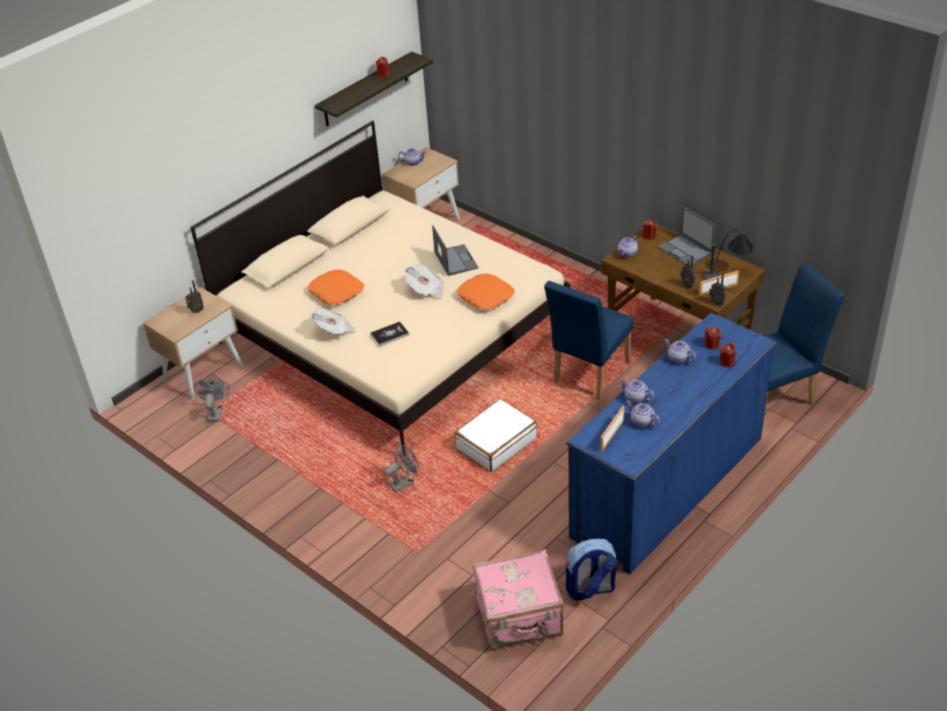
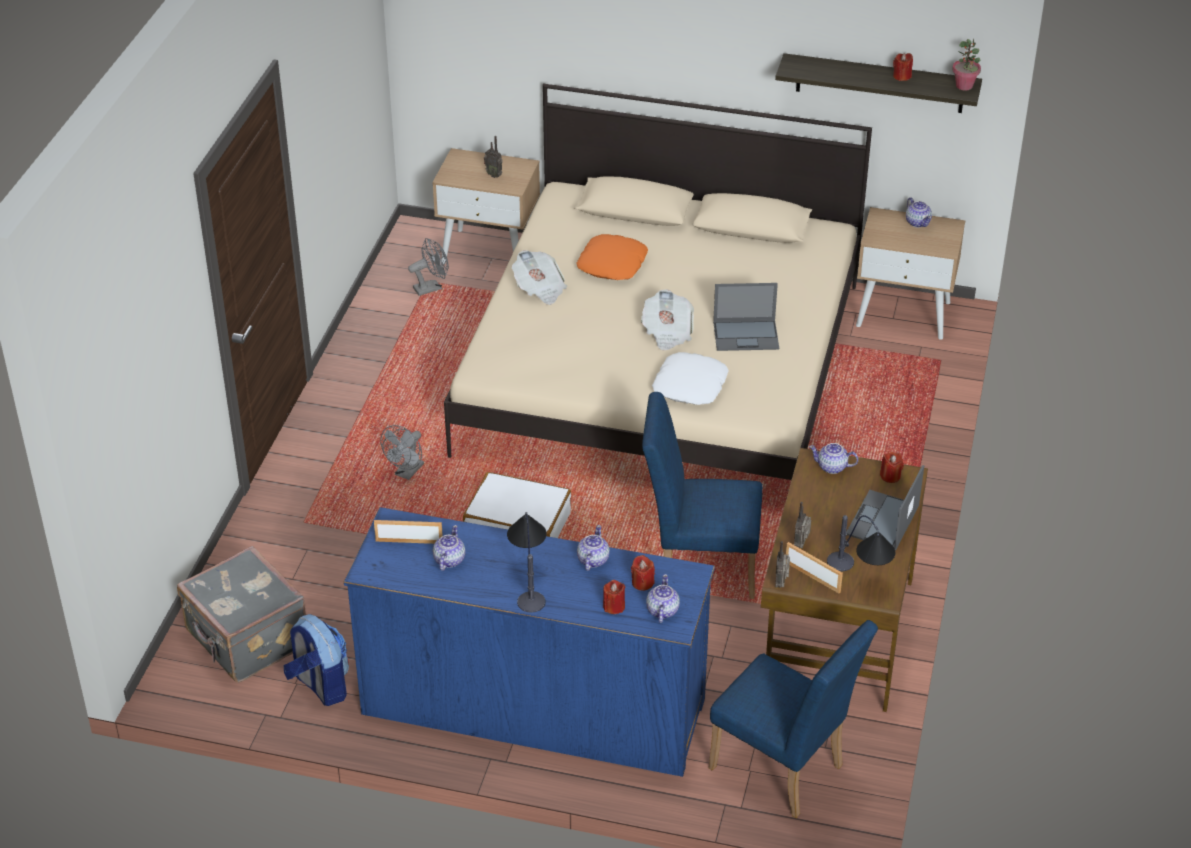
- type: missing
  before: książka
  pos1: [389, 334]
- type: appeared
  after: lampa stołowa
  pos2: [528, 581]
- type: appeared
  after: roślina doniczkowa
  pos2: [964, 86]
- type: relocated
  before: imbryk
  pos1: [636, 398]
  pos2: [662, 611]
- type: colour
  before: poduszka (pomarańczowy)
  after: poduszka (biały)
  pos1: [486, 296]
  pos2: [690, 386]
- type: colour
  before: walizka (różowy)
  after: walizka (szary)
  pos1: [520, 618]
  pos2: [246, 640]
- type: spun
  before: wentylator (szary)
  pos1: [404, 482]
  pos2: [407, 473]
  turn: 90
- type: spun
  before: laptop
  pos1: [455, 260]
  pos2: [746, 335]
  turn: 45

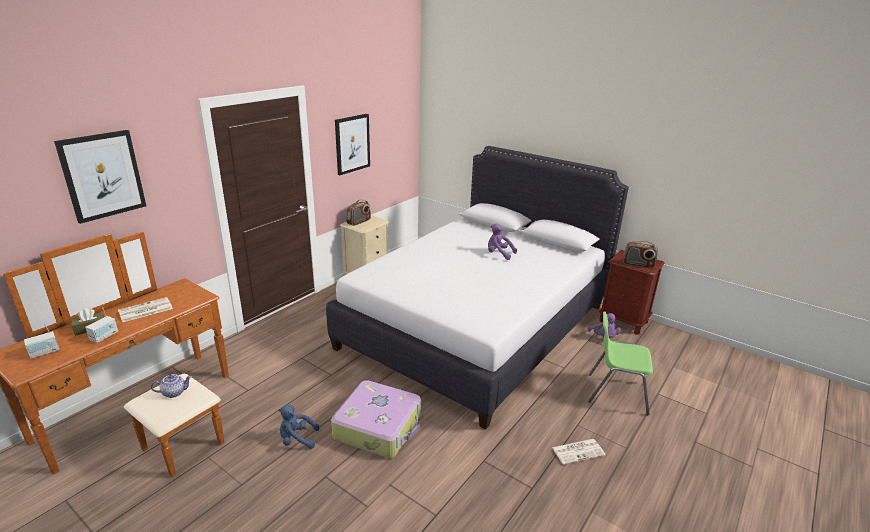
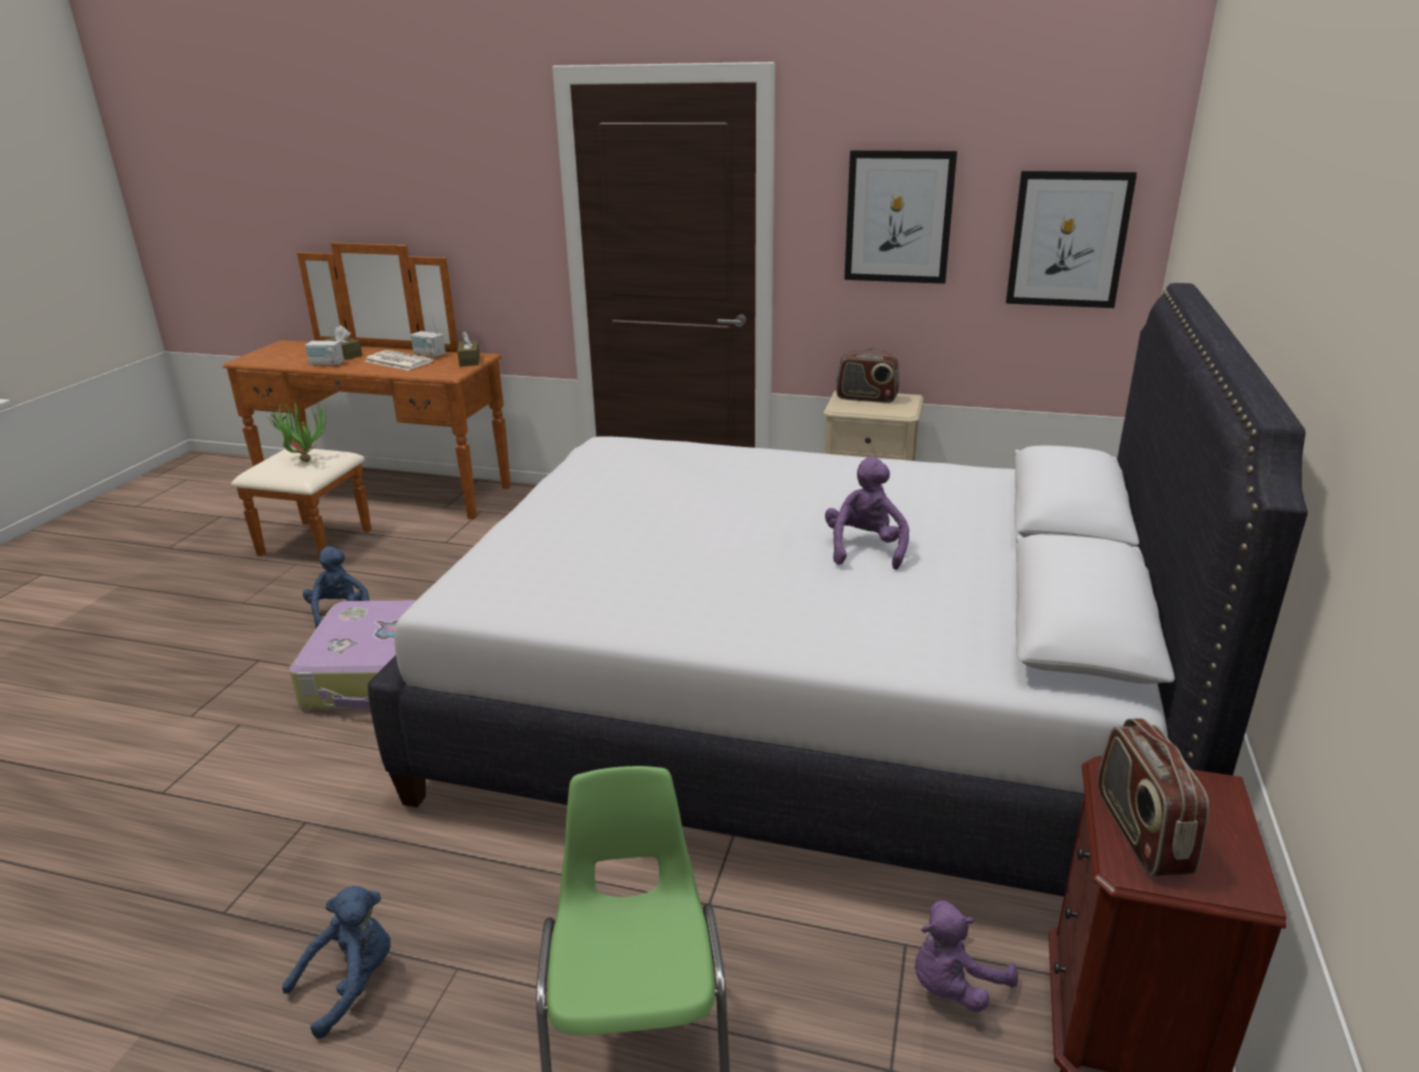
- type: appeared
  after: pudełko chusteczek (brązowy)
  pos2: [469, 361]
- type: relocated
  before: radio
  pos1: [44, 352]
  pos2: [429, 355]
- type: relocated
  before: obraz
  pos1: [102, 175]
  pos2: [1068, 239]
- type: exchanged
  before: imbryk
  after: roślina doniczkowa
  pos1: [174, 392]
  pos2: [305, 459]
- type: exchanged
  before: gazeta
  after: pluszak (niebieski)
  pos1: [578, 451]
  pos2: [351, 983]

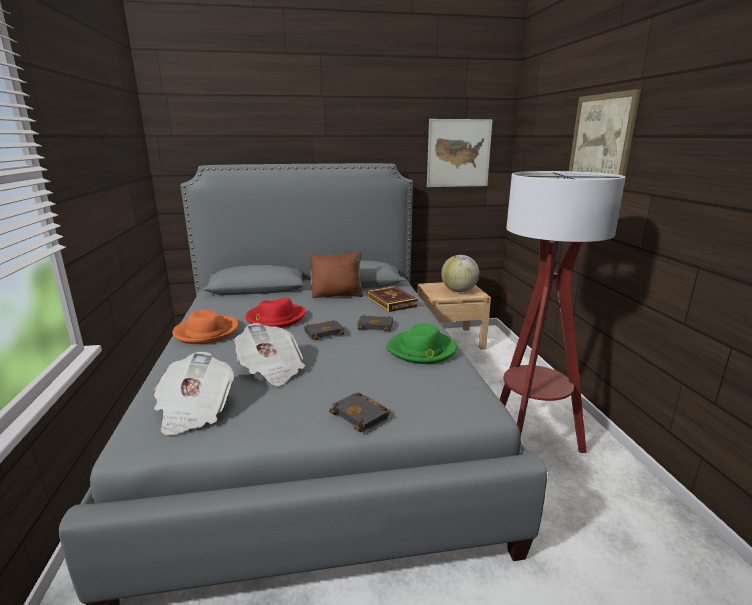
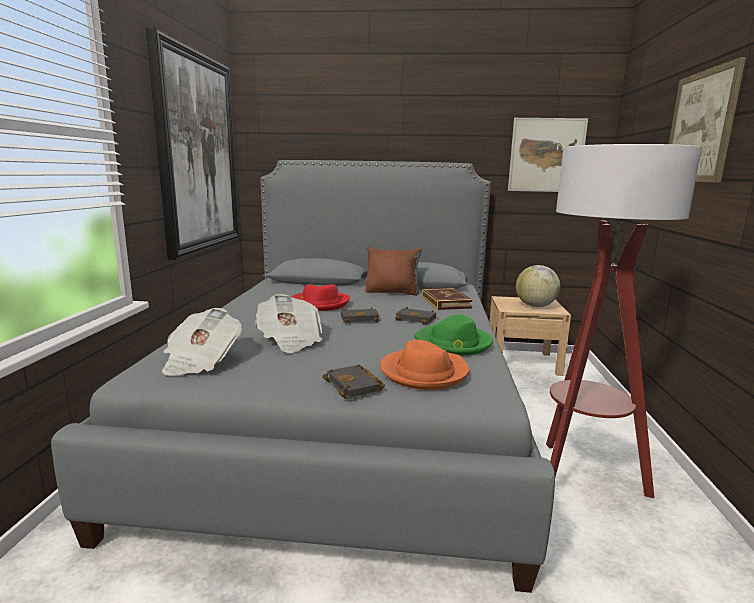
- type: appeared
  after: obraz
  pos2: [197, 153]
- type: relocated
  before: kapelusz (pomarańczowy)
  pos1: [207, 332]
  pos2: [424, 372]

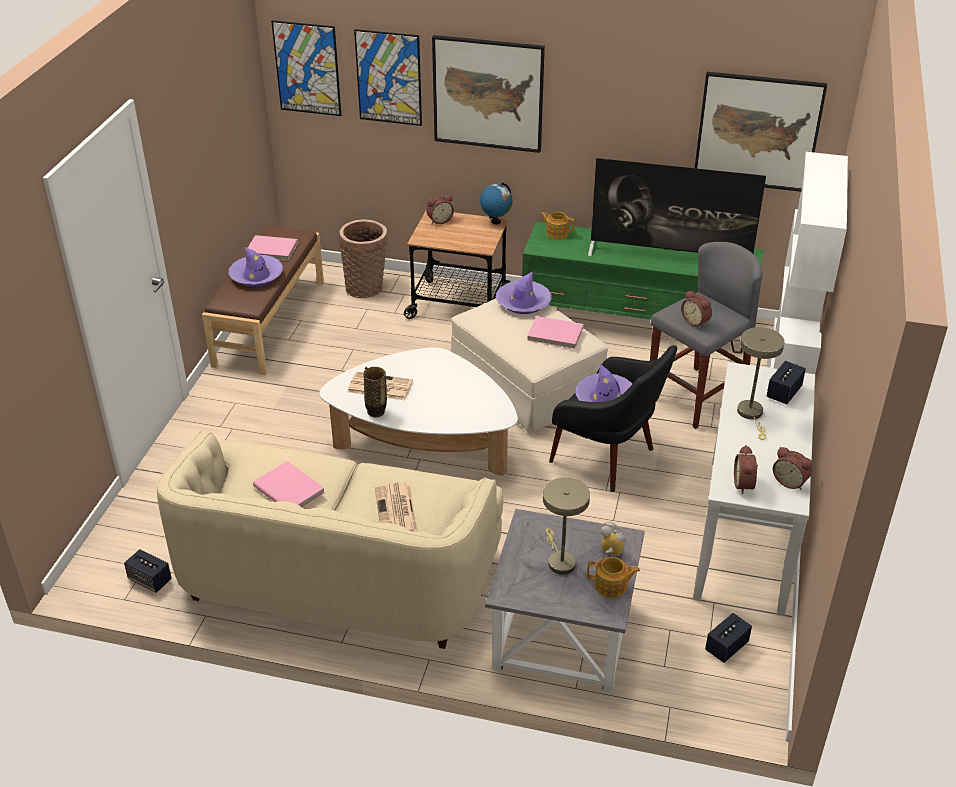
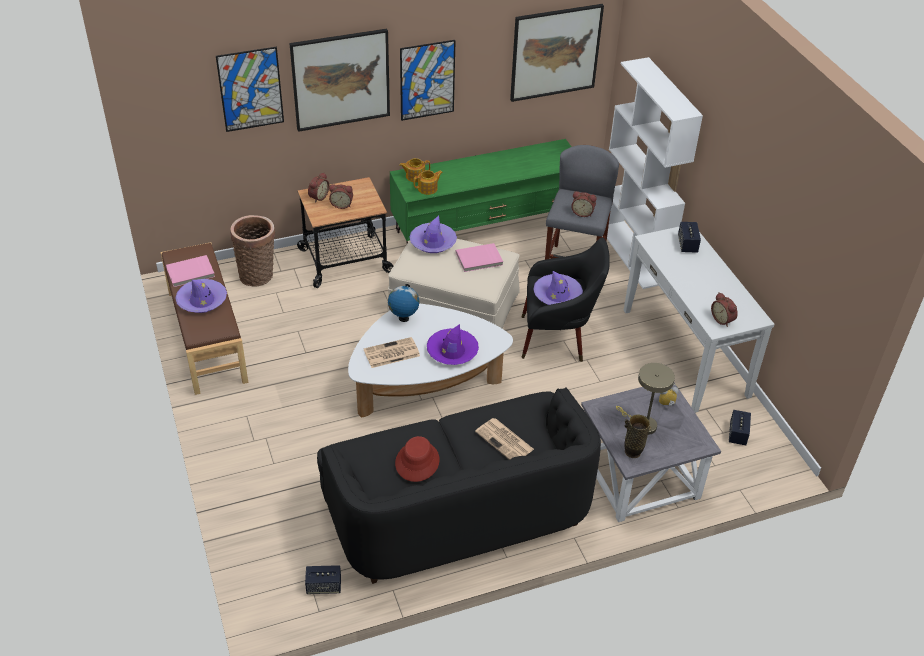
- type: missing
  before: telewizor
  pos1: [670, 256]
- type: missing
  before: lampa stołowa (beżowy)
  pos1: [751, 414]
- type: appeared
  after: kapelusz (fioletowy)
  pos2: [452, 351]
- type: relocated
  before: obraz
  pos1: [307, 68]
  pos2: [427, 80]
- type: relocated
  before: wazon
  pos1: [376, 412]
  pos2: [632, 452]
- type: relocated
  before: globus
  pos1: [495, 221]
  pos2: [403, 318]
- type: relocated
  before: imbryk
  pos1: [611, 586]
  pos2: [428, 189]
- type: relocated
  before: budzik
  pos1: [790, 481]
  pos2: [342, 204]
- type: exchanged
  before: książka (różowy)
  after: kapelusz (czerwony)
  pos1: [290, 489]
  pos2: [417, 462]
- type: colour
  before: kanapa (beżowy)
  after: kanapa (czarny)
  pos1: [338, 575]
  pos2: [458, 511]

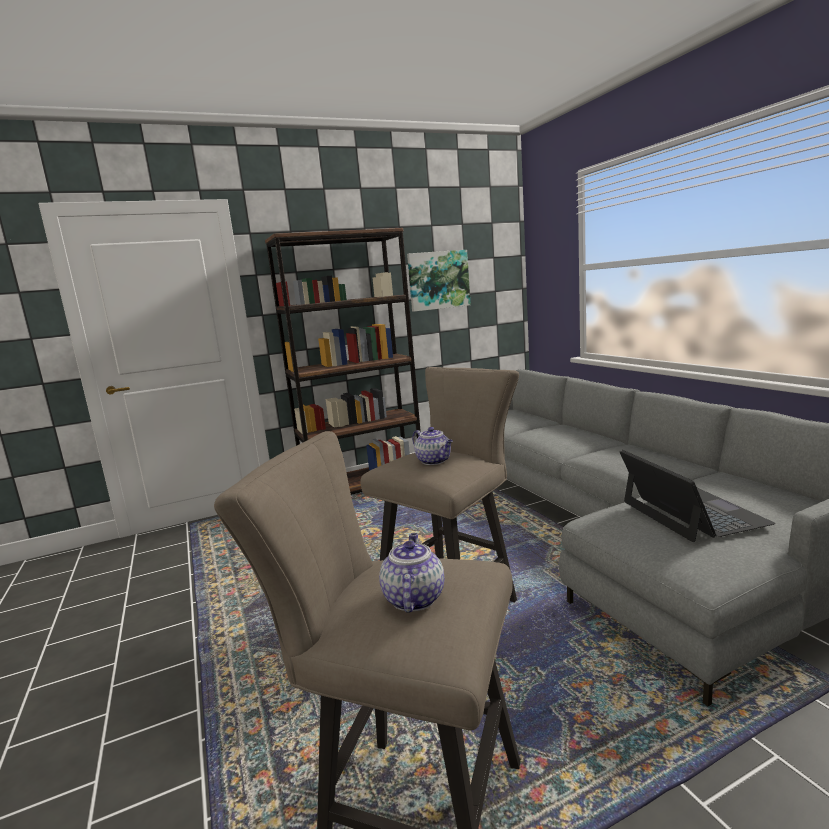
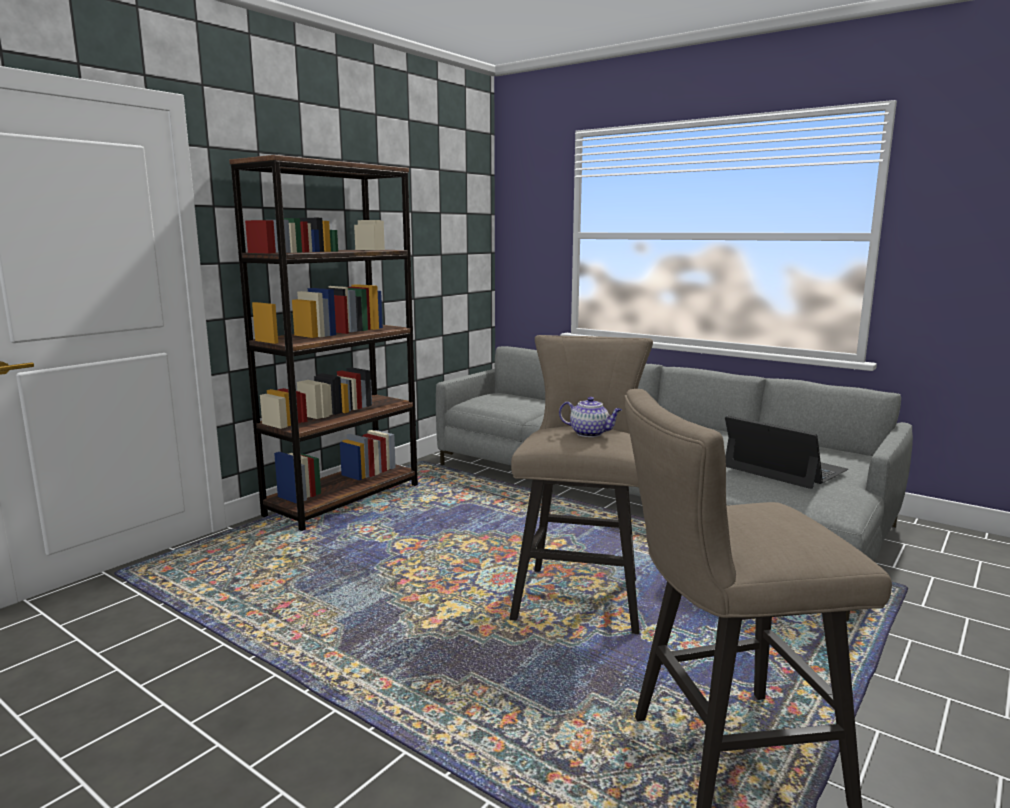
- type: missing
  before: imbryk
  pos1: [413, 598]
- type: missing
  before: obraz
  pos1: [438, 280]

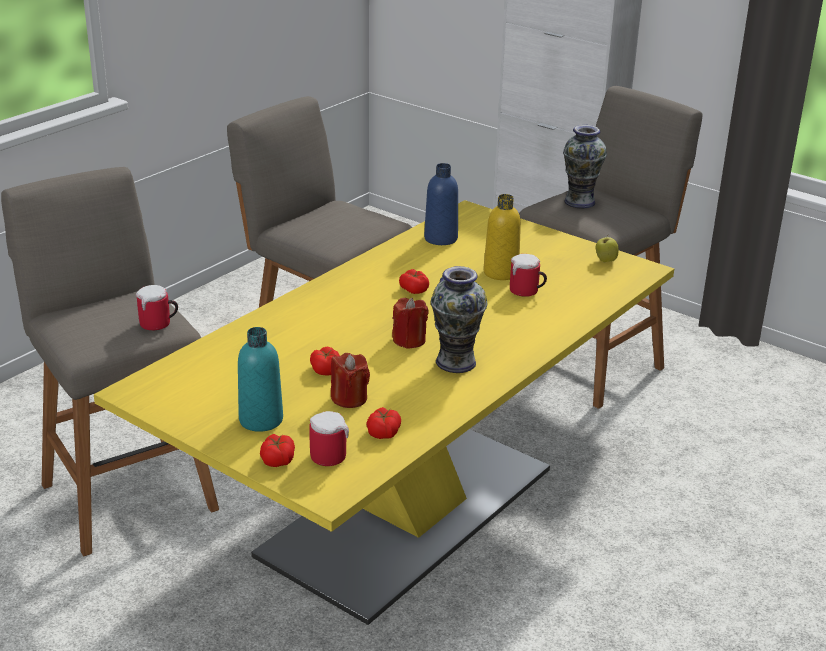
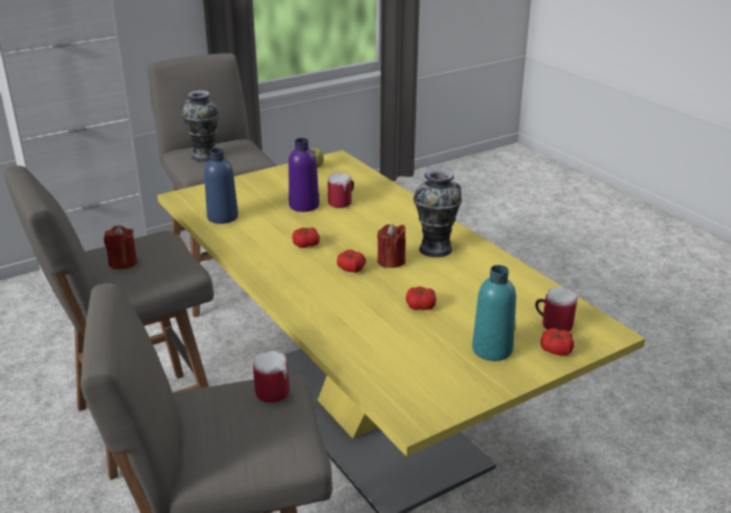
- type: relocated
  before: świeca (czerwony)
  pos1: [349, 398]
  pos2: [123, 262]
- type: relocated
  before: pomidor
  pos1: [383, 432]
  pos2: [351, 268]
- type: colour
  before: butelka (żółty)
  after: butelka (fioletowy)
  pos1: [501, 273]
  pos2: [304, 205]

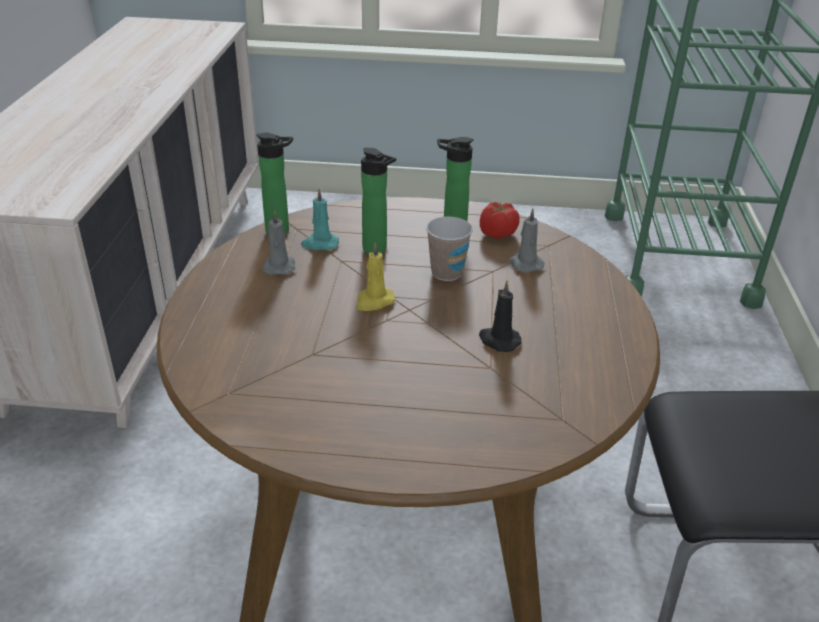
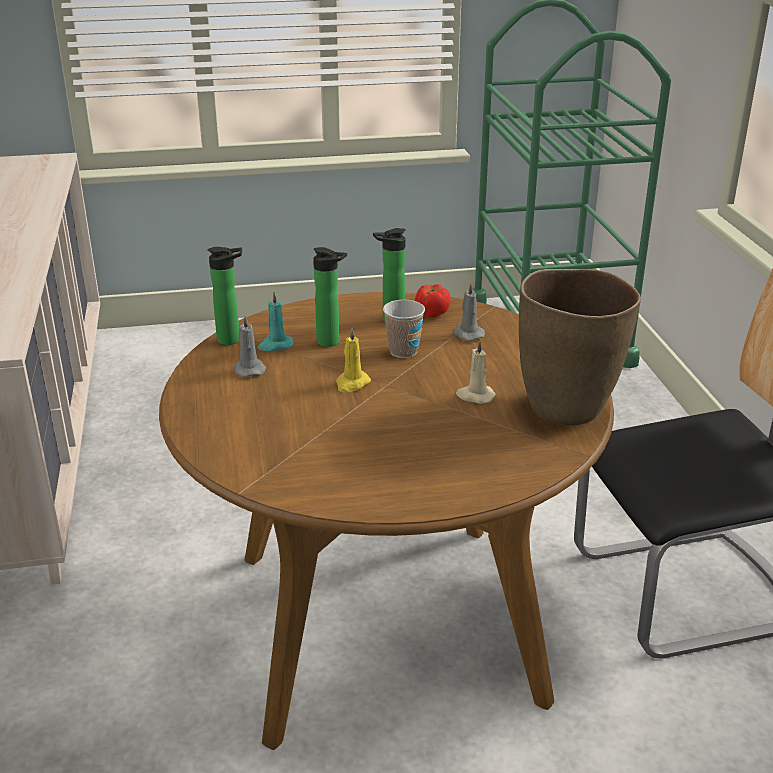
- type: appeared
  after: wazon (brązowy)
  pos2: [566, 408]
- type: colour
  before: świeca (czarny)
  after: świeca (beżowy)
  pos1: [498, 340]
  pos2: [474, 396]

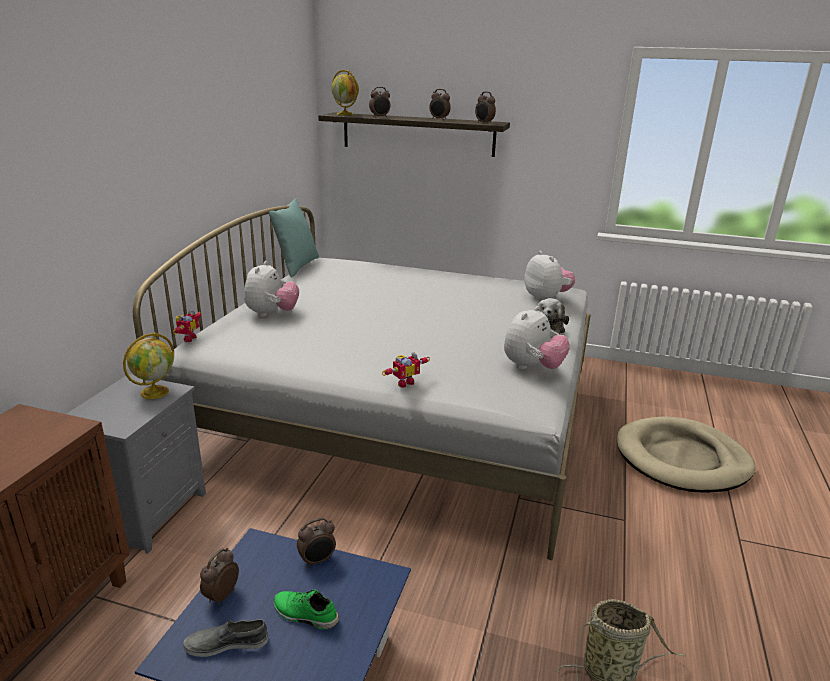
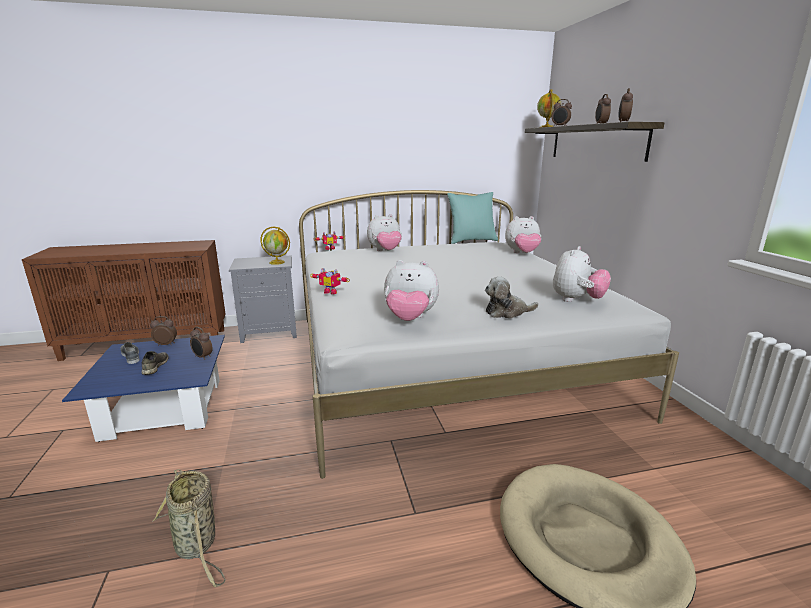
- type: appeared
  after: pluszak
  pos2: [522, 253]
- type: colour
  before: but (zielony)
  after: but (szary)
  pos1: [304, 615]
  pos2: [155, 367]

